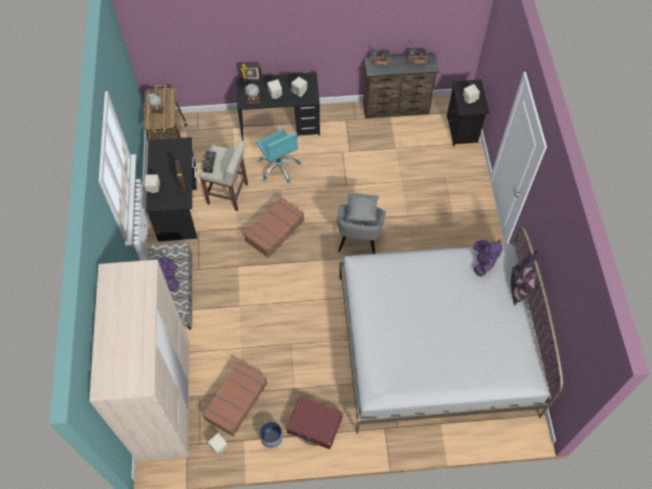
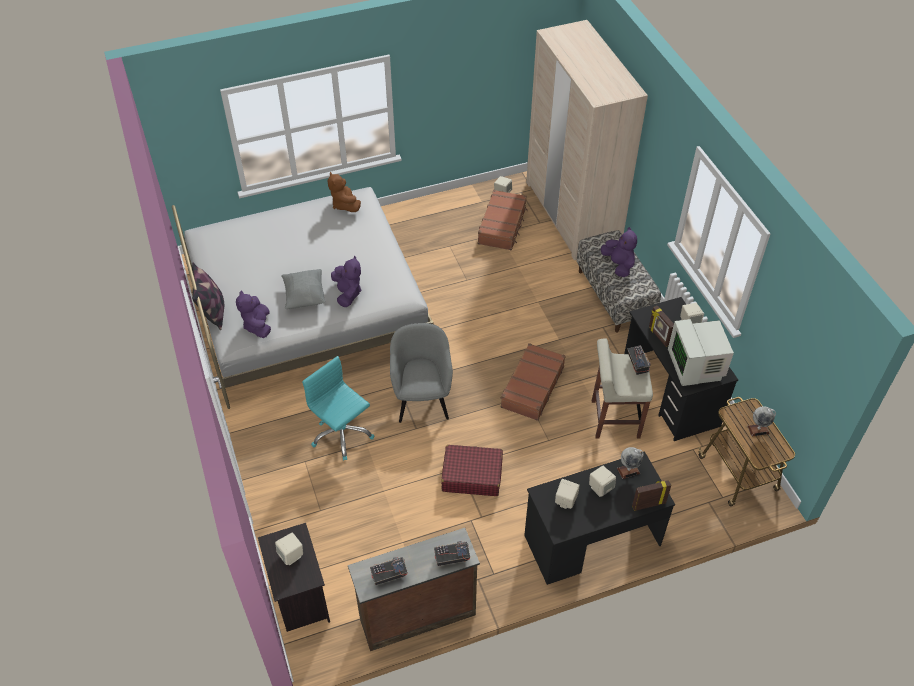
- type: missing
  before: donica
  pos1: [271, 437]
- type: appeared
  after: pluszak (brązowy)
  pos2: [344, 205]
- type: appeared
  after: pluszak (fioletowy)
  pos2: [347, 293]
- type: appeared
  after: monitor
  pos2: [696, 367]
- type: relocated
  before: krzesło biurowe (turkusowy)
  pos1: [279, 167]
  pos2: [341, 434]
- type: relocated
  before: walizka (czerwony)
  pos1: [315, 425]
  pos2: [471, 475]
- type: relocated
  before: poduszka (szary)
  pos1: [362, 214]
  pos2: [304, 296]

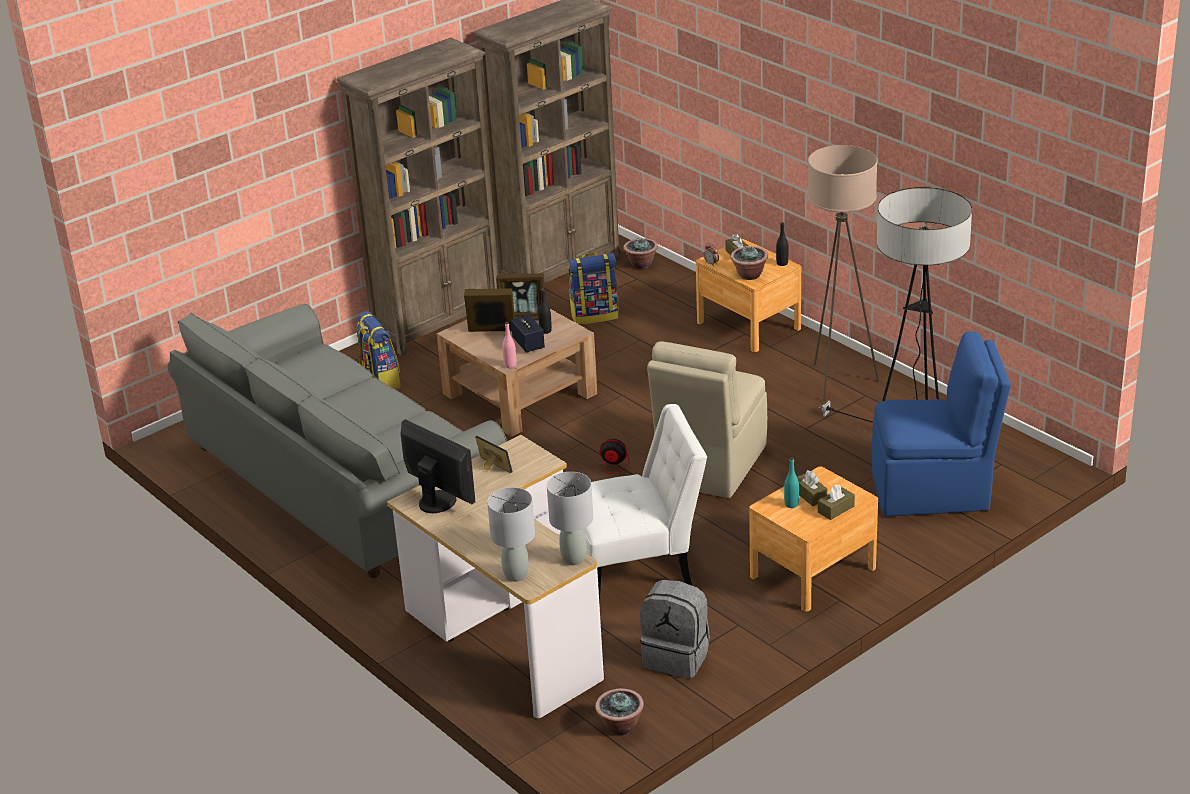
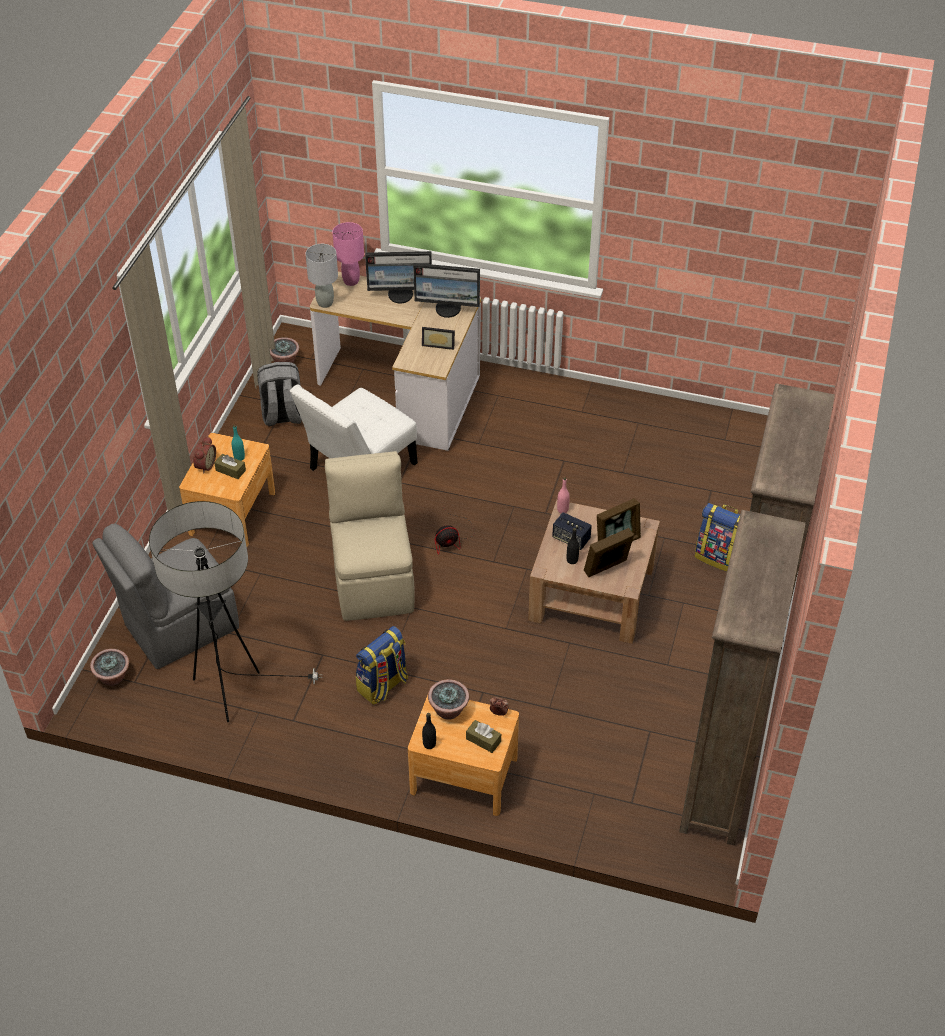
- type: missing
  before: kanapa (szary)
  pos1: [343, 482]
- type: missing
  before: lampa stojąca (beżowy)
  pos1: [838, 381]
- type: appeared
  after: monitor
  pos2: [401, 295]
- type: relocated
  before: plecak
  pos1: [595, 315]
  pos2: [383, 686]
- type: relocated
  before: roślina doniczkowa
  pos1: [641, 264]
  pos2: [113, 677]
- type: exchanged
  before: pudełko chusteczek (brązowy)
  after: budzik
  pos1: [836, 509]
  pos2: [204, 465]
- type: colour
  before: lampa stołowa (szary)
  after: lampa stołowa (różowy)
  pos1: [516, 575]
  pos2: [351, 281]
- type: colour
  before: krzesło (niebieski)
  after: krzesło (szary)
  pos1: [933, 491]
  pos2: [178, 627]

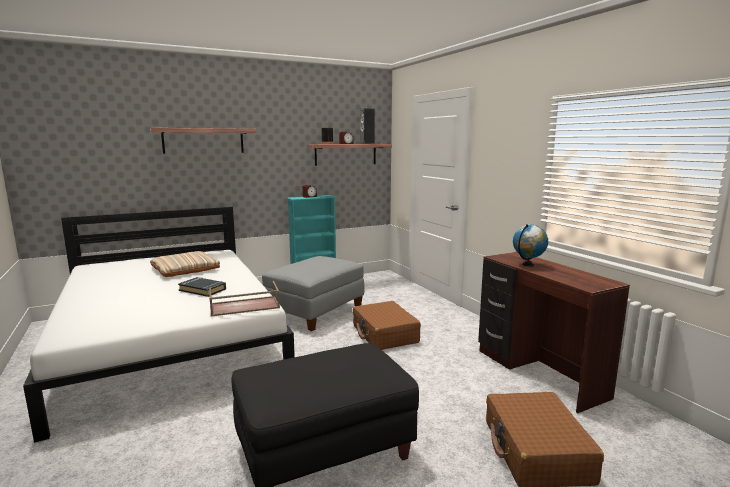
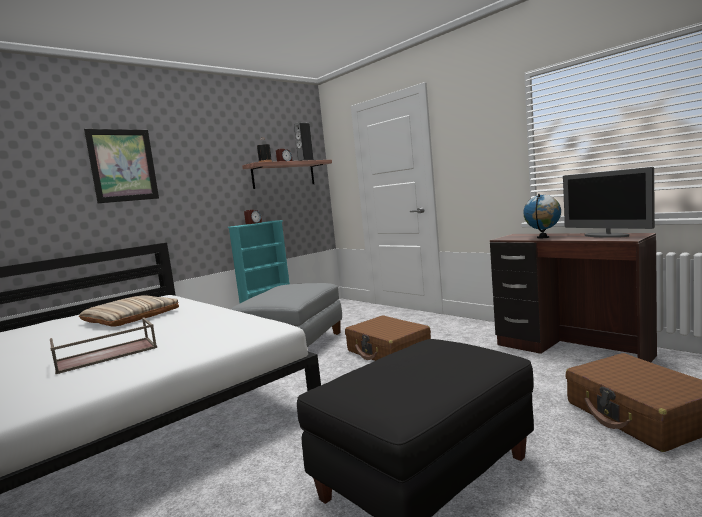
- type: missing
  before: książka (czarny)
  pos1: [203, 290]
- type: appeared
  after: monitor
  pos2: [606, 236]
- type: relocated
  before: taca (brązowy)
  pos1: [244, 306]
  pos2: [105, 355]
- type: exchanged
  before: półka
  after: obraz
  pos1: [203, 141]
  pos2: [123, 165]

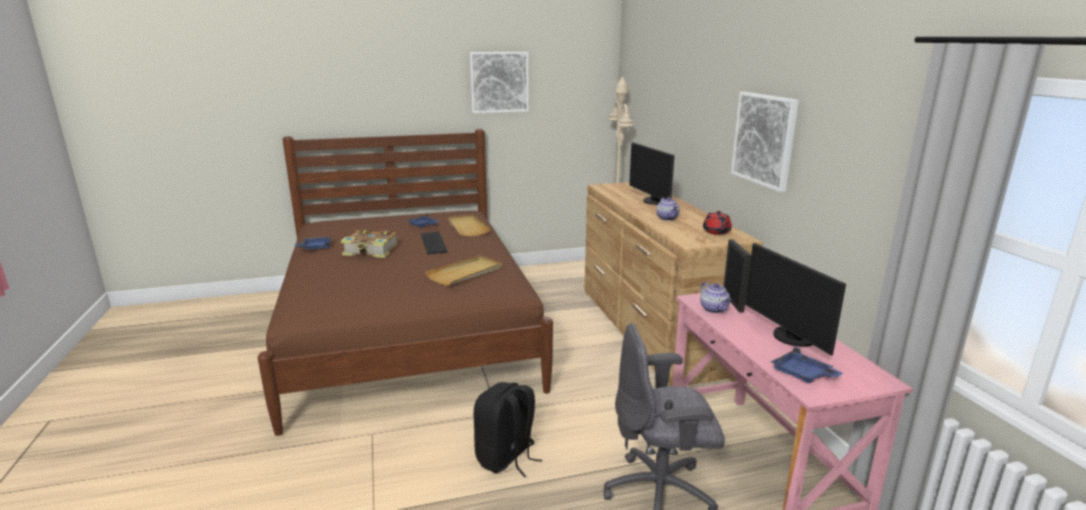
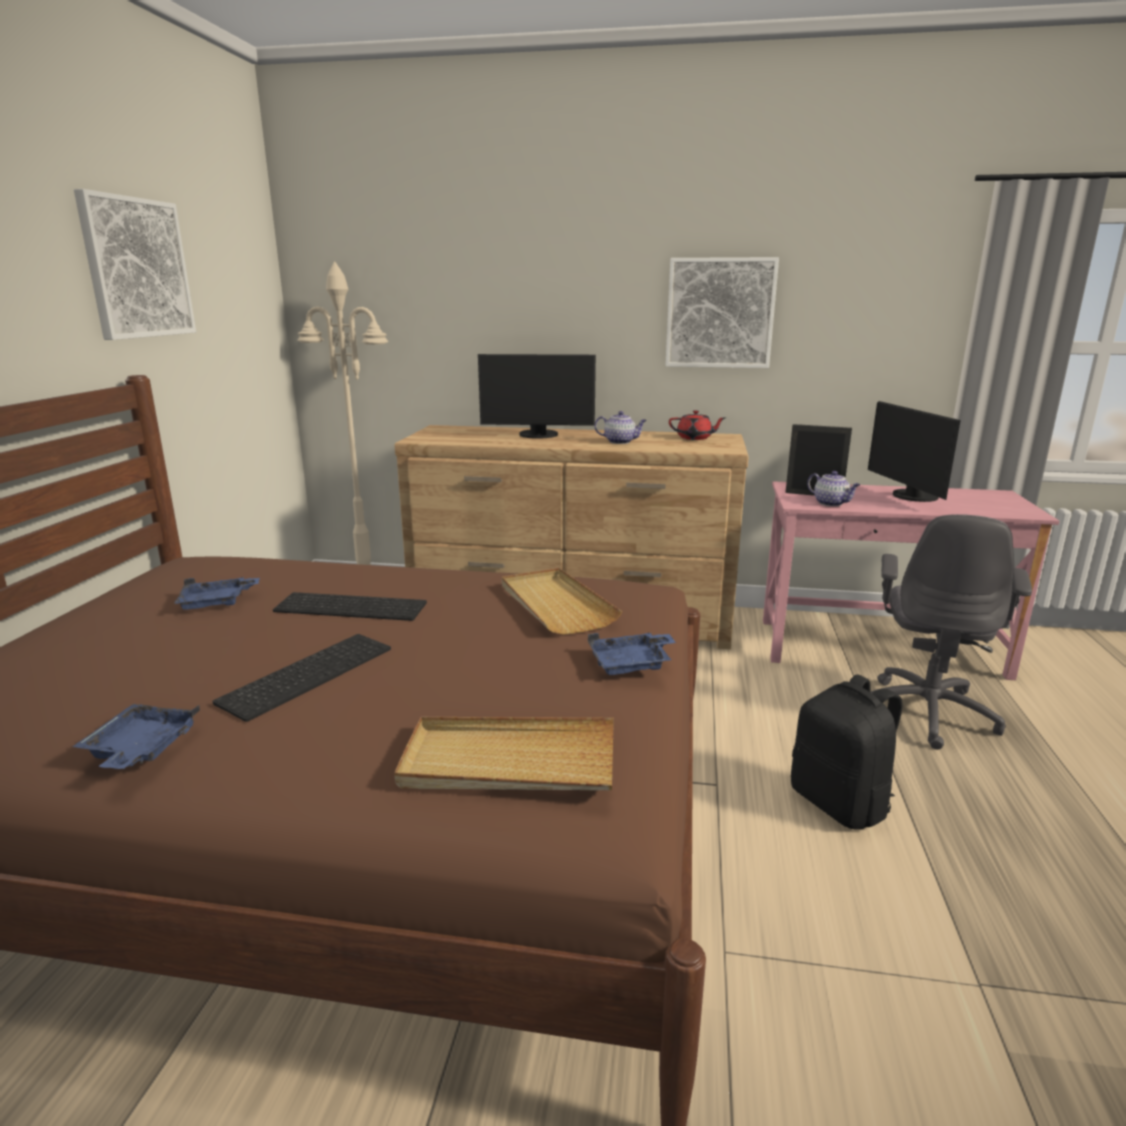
- type: relocated
  before: taca (beżowy)
  pos1: [467, 227]
  pos2: [509, 762]
- type: relocated
  before: taca (niebieski)
  pos1: [802, 375]
  pos2: [631, 664]
- type: exchanged
  before: książka
  after: klawiatura
  pos1: [371, 251]
  pos2: [307, 673]
- type: spun
  before: imbryk
  pos1: [714, 309]
  pos2: [831, 503]
  turn: 45
- type: spun
  before: monitor
  pos1: [791, 338]
  pos2: [910, 496]
  turn: 75

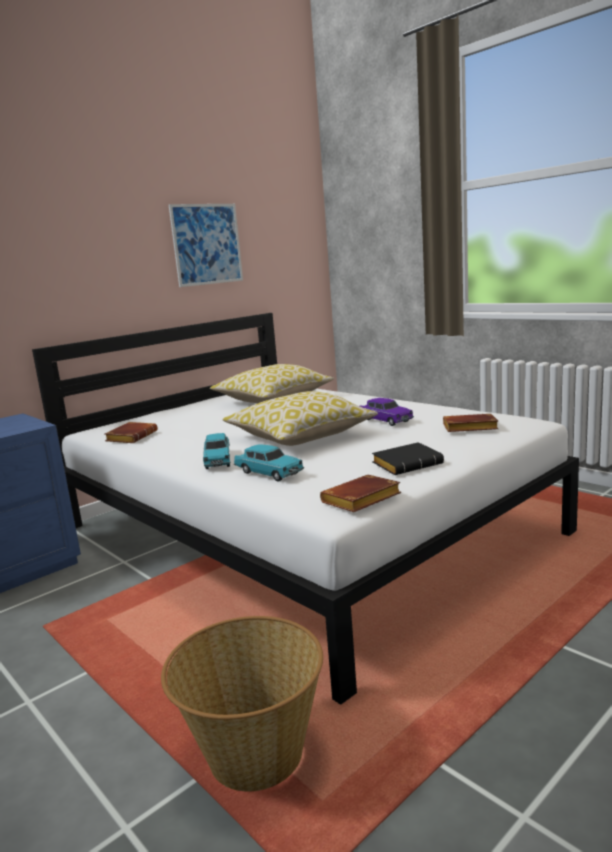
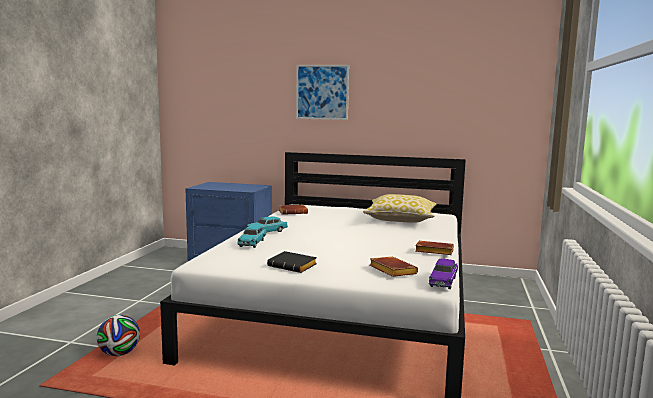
- type: missing
  before: poduszka
  pos1: [300, 437]
- type: relocated
  before: obraz
  pos1: [207, 244]
  pos2: [322, 92]
- type: relocated
  before: książka (brązowy)
  pos1: [361, 501]
  pos2: [433, 252]
- type: relocated
  before: samochodzik (fioletowy)
  pos1: [385, 420]
  pos2: [443, 282]
- type: exchanged
  before: koszyk
  after: piłka futbolowa
  pos1: [254, 755]
  pos2: [119, 354]

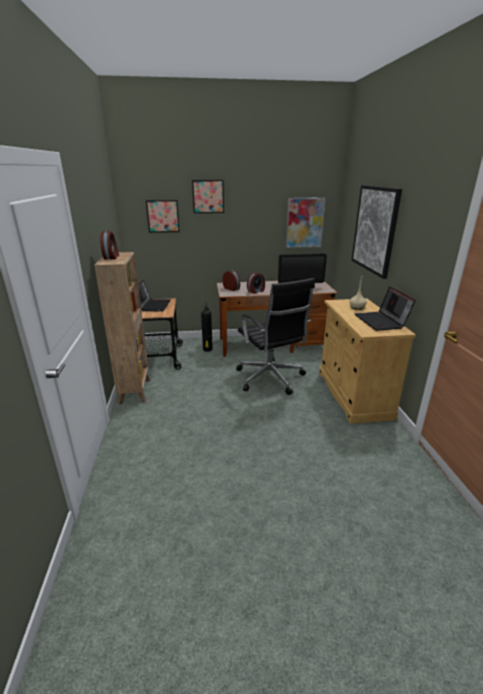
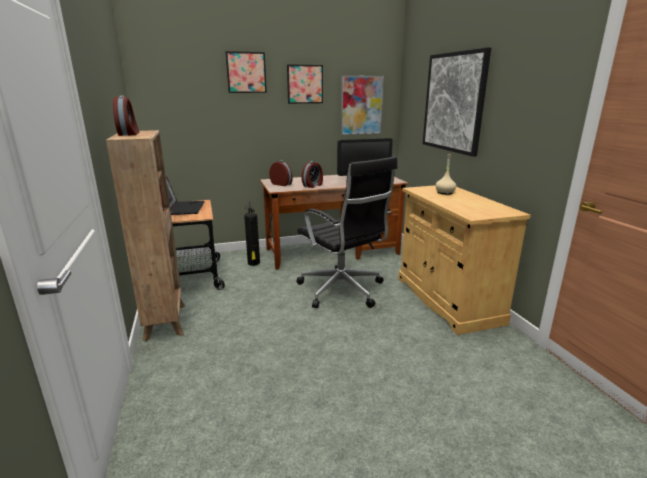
- type: missing
  before: laptop
  pos1: [381, 321]
- type: relocated
  before: obraz
  pos1: [163, 216]
  pos2: [305, 84]

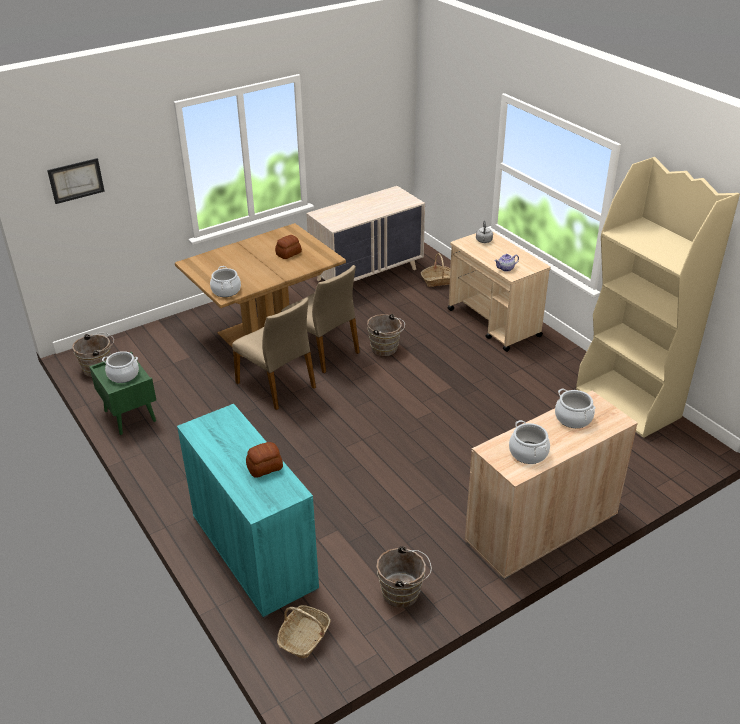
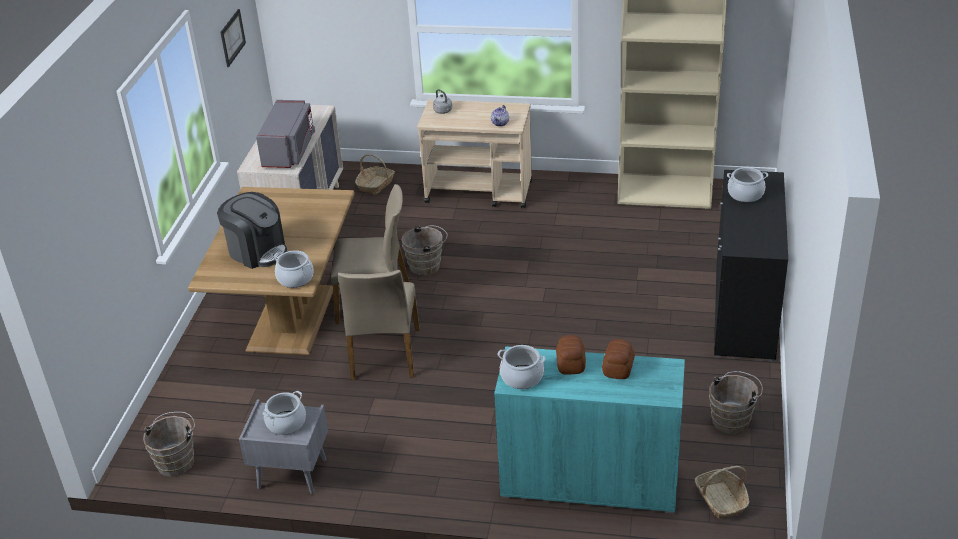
- type: appeared
  after: ekspres do kawy
  pos2: [257, 251]
- type: appeared
  after: mikrofalówka (szary)
  pos2: [289, 150]
- type: relocated
  before: obraz
  pos1: [76, 180]
  pos2: [232, 37]
- type: relocated
  before: chleb
  pos1: [288, 253]
  pos2: [570, 364]
- type: relocated
  before: garnek
  pos1: [528, 453]
  pos2: [522, 377]
- type: colour
  before: szafka nocna (zielony)
  after: szafka nocna (szary)
  pos1: [129, 416]
  pos2: [291, 474]
- type: colour
  before: szafka (beżowy)
  after: szafka (czarny)
  pos1: [541, 527]
  pos2: [744, 312]
- type: spun
  before: krzesło (beżowy)
  pos1: [277, 385]
  pos2: [384, 354]
  turn: 90

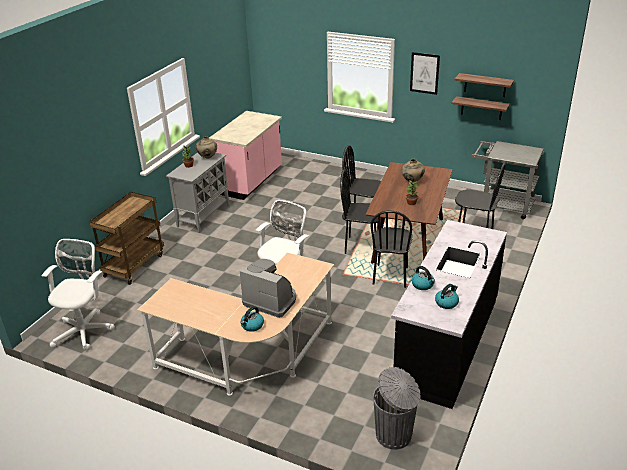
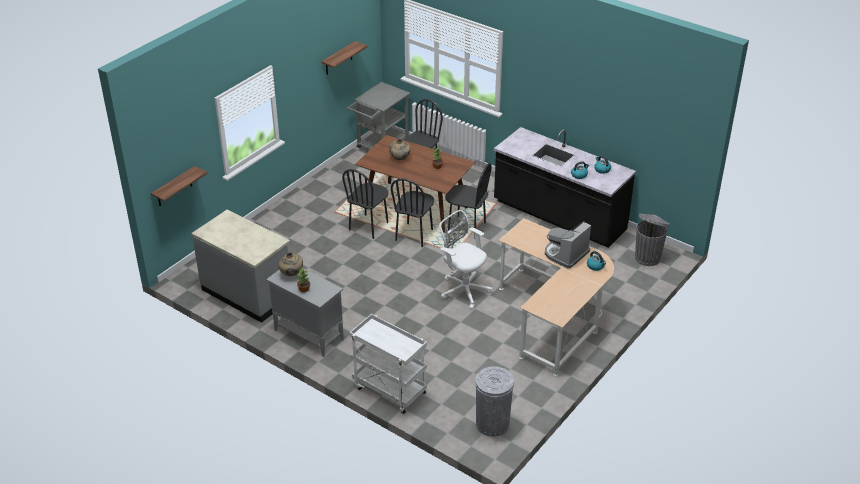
- type: missing
  before: obraz
  pos1: [424, 73]
- type: relocated
  before: półka
  pos1: [481, 108]
  pos2: [174, 187]
- type: exchanged
  before: krzesło biurowe (biały)
  after: kosz na śmieci (szary)
  pos1: [85, 330]
  pos2: [492, 424]
- type: colour
  before: wózek (brązowy)
  after: wózek (biały)
  pos1: [134, 265]
  pos2: [388, 390]
- type: colour
  before: zabudowa kuchenna (różowy)
  after: zabudowa kuchenna (szary)
  pos1: [251, 182]
  pos2: [247, 293]

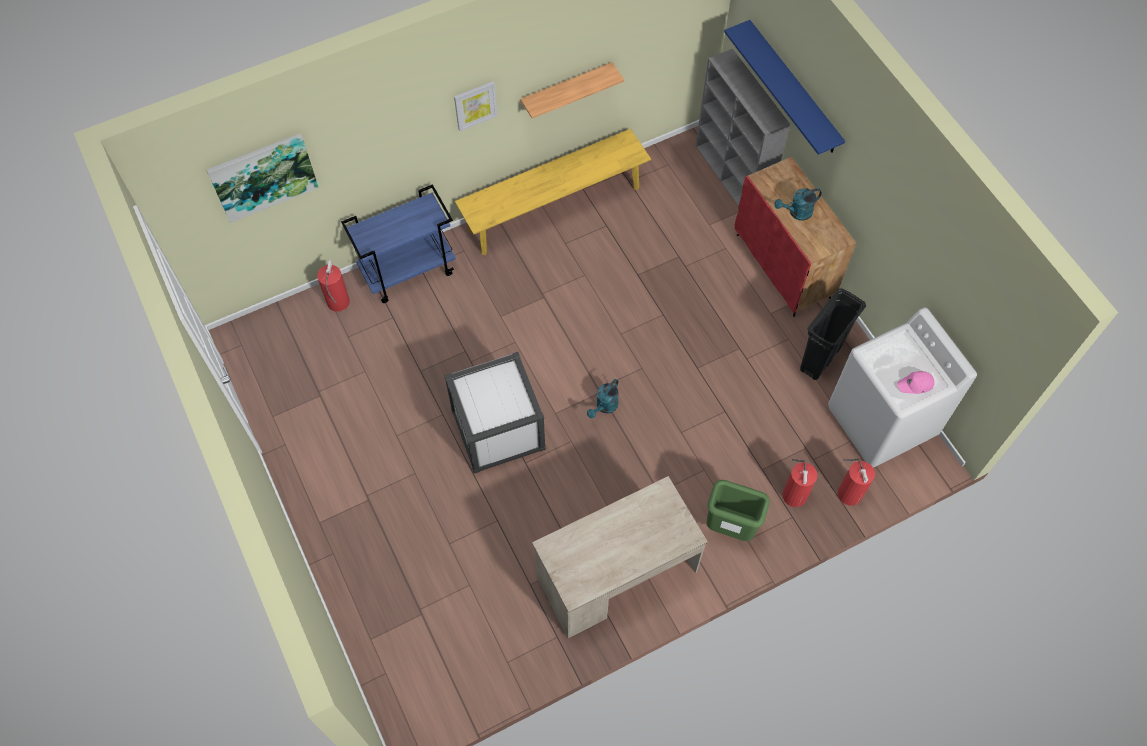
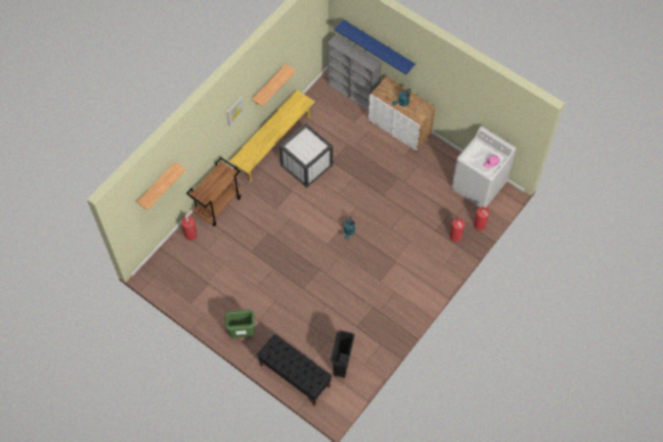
- type: missing
  before: biurko (beżowy)
  pos1: [616, 575]
- type: appeared
  after: ławka (czarny)
  pos2: [294, 375]
- type: relocated
  before: pojemnik do przechowywania (biały)
  pos1: [498, 429]
  pos2: [306, 165]
- type: relocated
  before: kosz na śmieci (zielony)
  pos1: [730, 527]
  pos2: [242, 333]
- type: relocated
  before: kosz na śmieci (czarny)
  pos1: [820, 359]
  pos2: [342, 364]
- type: exchanged
  before: obraz
  after: półka
  pos1: [263, 176]
  pos2: [157, 185]
- type: colour
  before: wózek (niebieski)
  after: wózek (brązowy)
  pos1: [409, 271]
  pos2: [218, 205]
- type: colour
  before: szafka (czerwony)
  after: szafka (biały)
  pos1: [784, 267]
  pos2: [400, 129]

